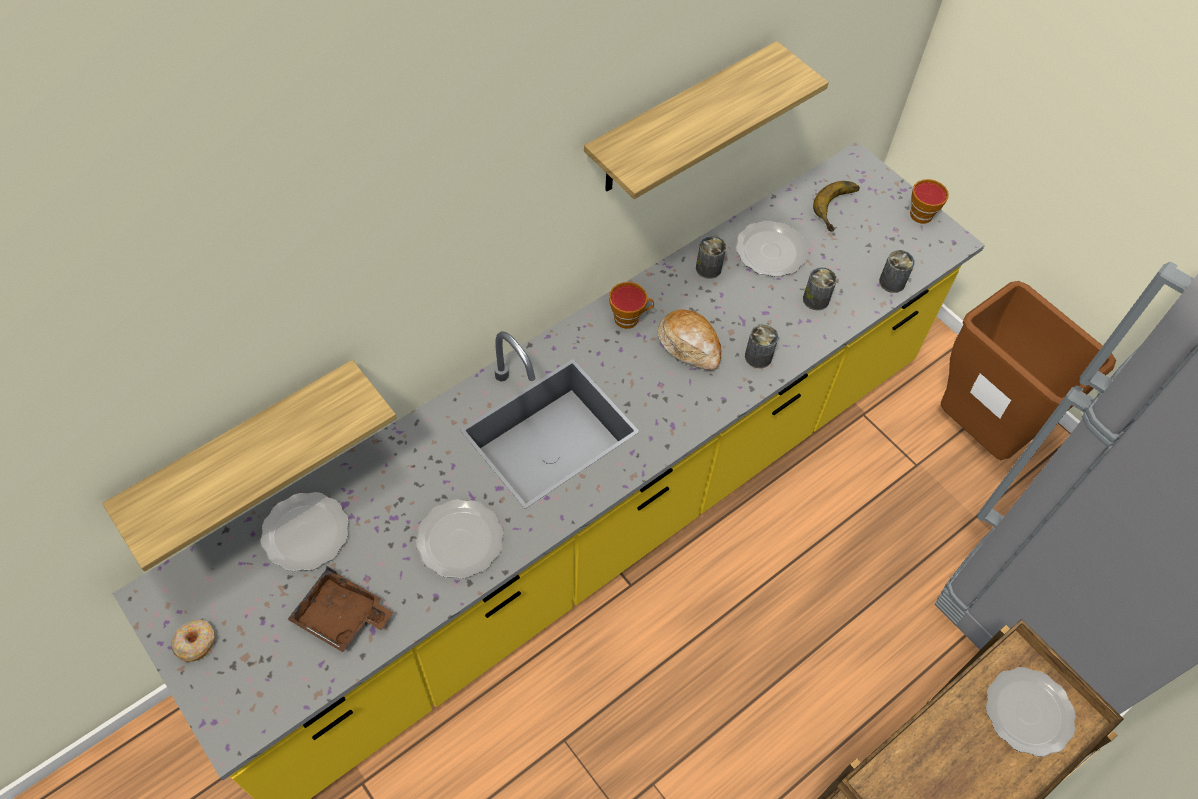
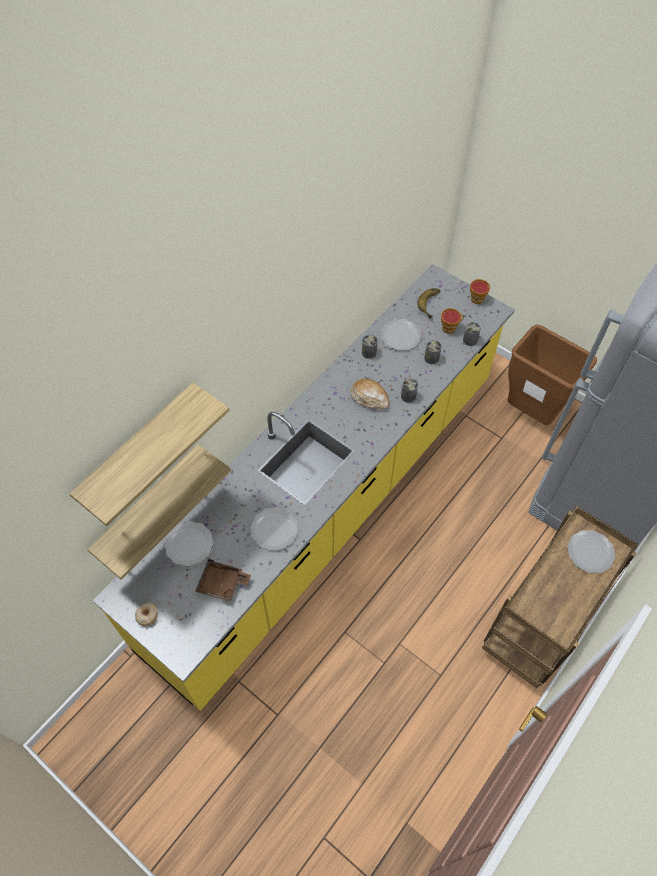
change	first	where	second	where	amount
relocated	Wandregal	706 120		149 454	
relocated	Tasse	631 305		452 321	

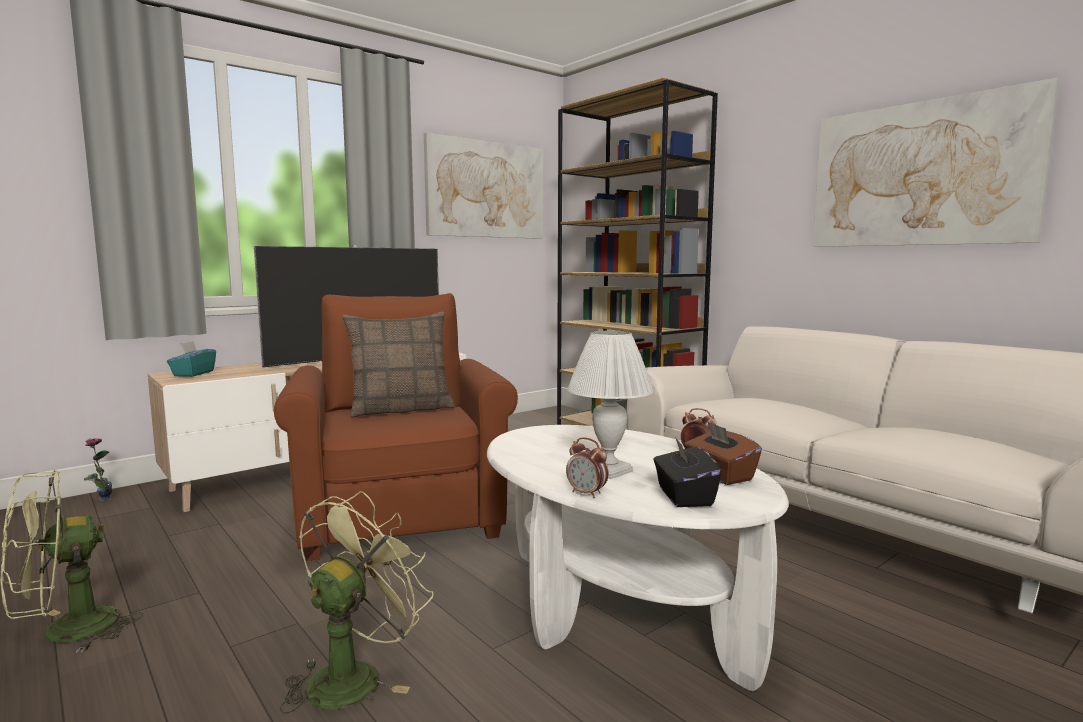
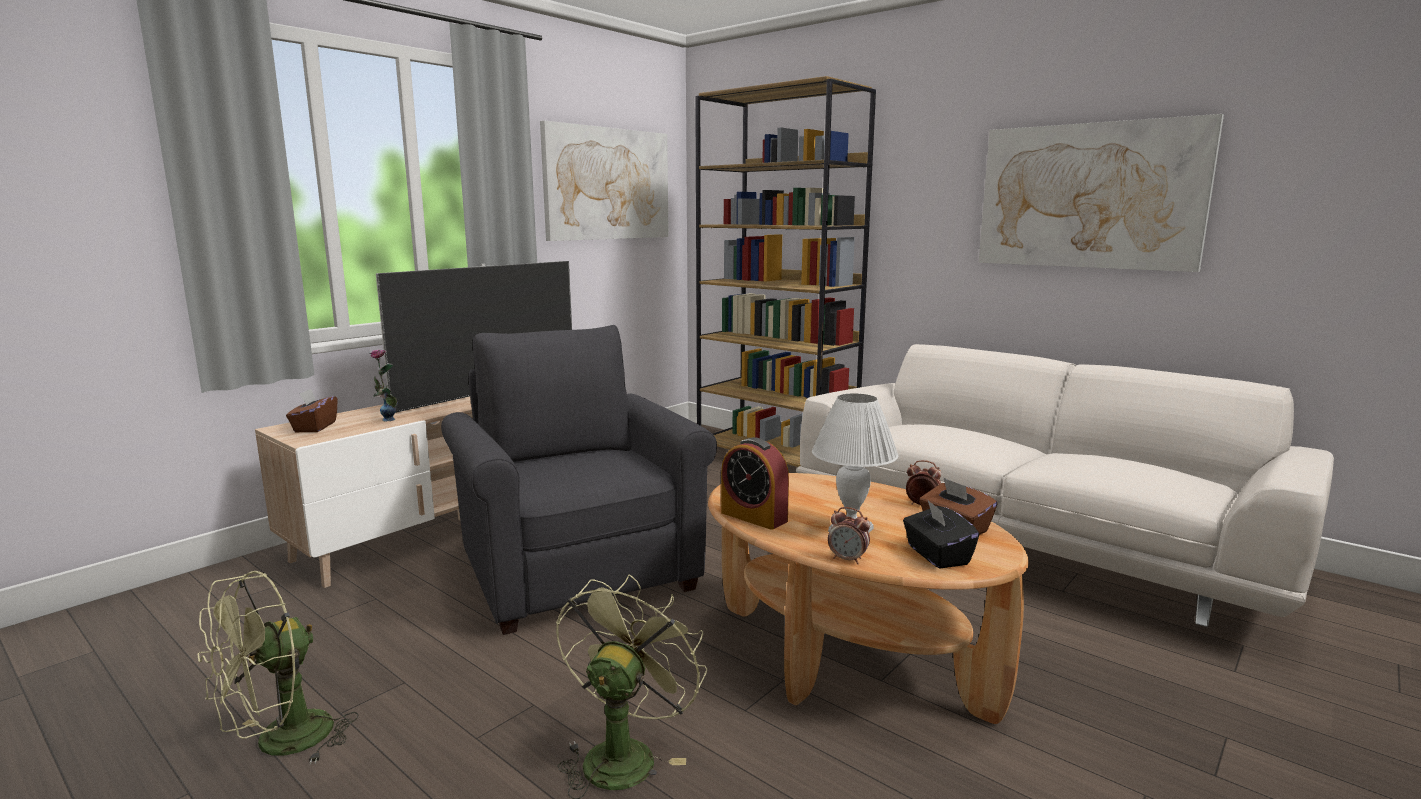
change	first	where	second	where	amount
missing	Kissen	398 365			
appeared			Wecker	755 483	
relocated	Vase	98 469		384 385	
colour	Taschentuchbox/türkis	191 359	Taschentuchbox/braun	312 410	
colour	Sessel/braun	396 427	Sessel/grau	579 480	
colour	Couchtisch/weiß	638 558	Couchtisch/braun	868 598	

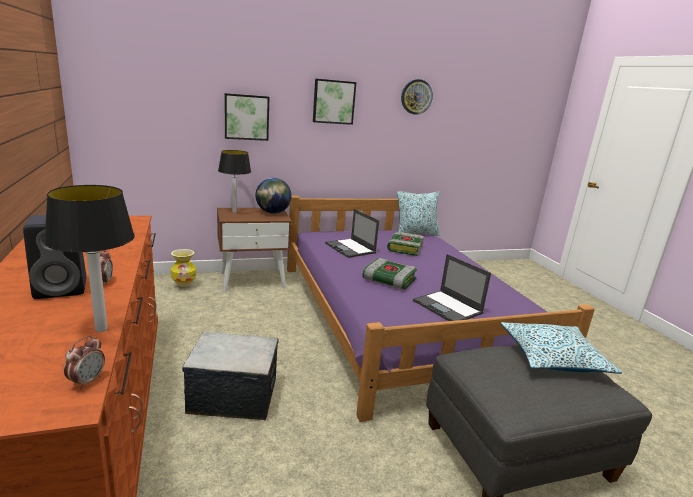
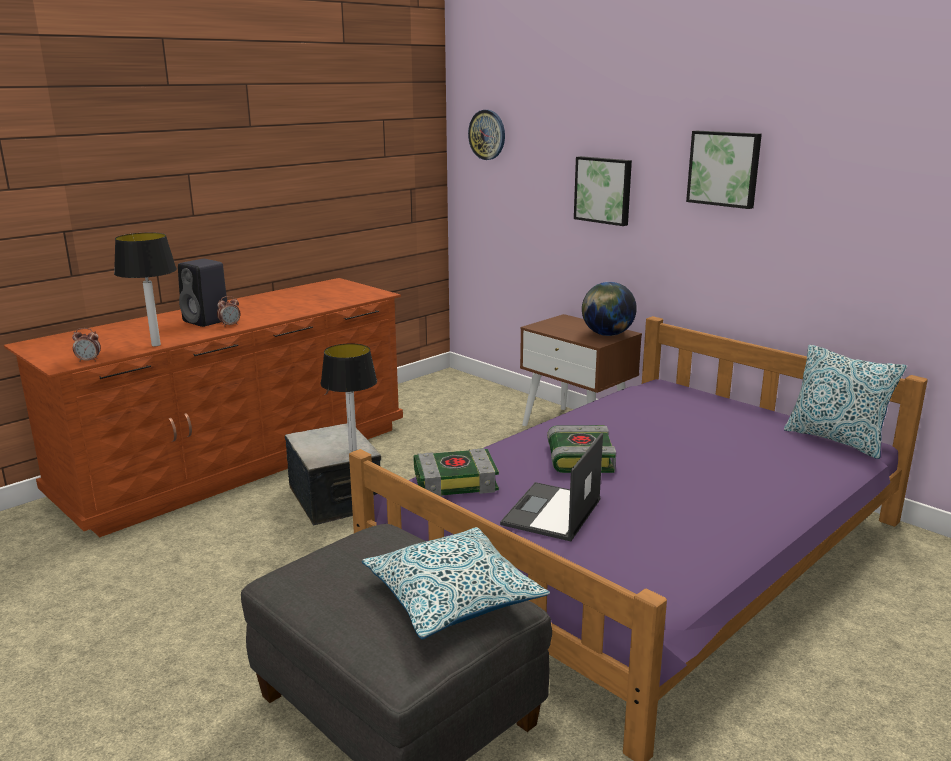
change	first	where	second	where	amount
missing	Vase	183 269			
missing	Laptop	352 233			
relocated	Tischlampe	234 181		349 397	
relocated	Buch	405 244		456 472	
relocated	Wanduhr	417 97		486 135	

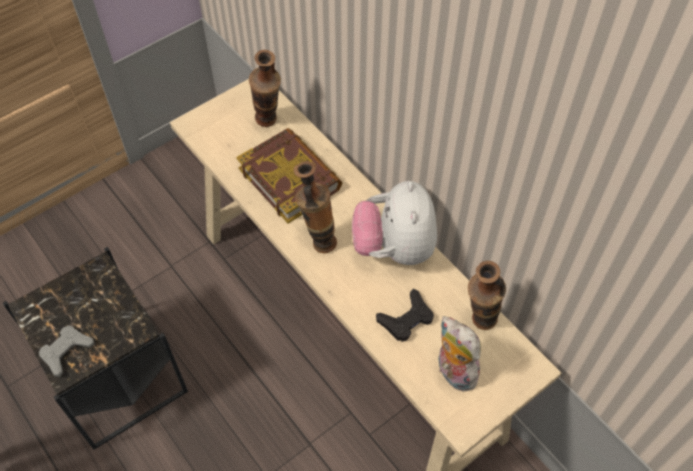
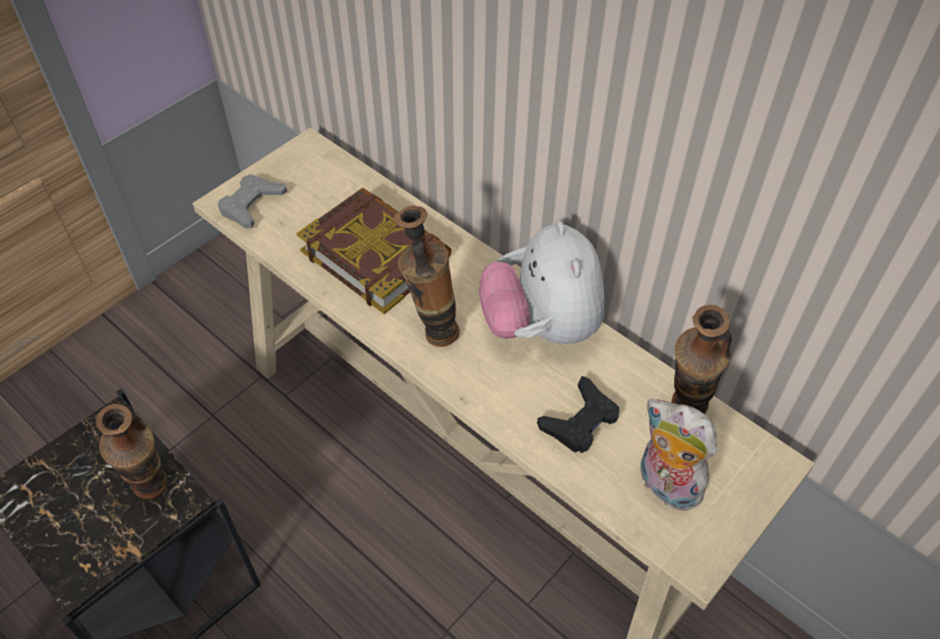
change	first	where	second	where	amount
relocated	Gamepad/grau	66 351		252 201	
relocated	Vase	265 88		131 451	

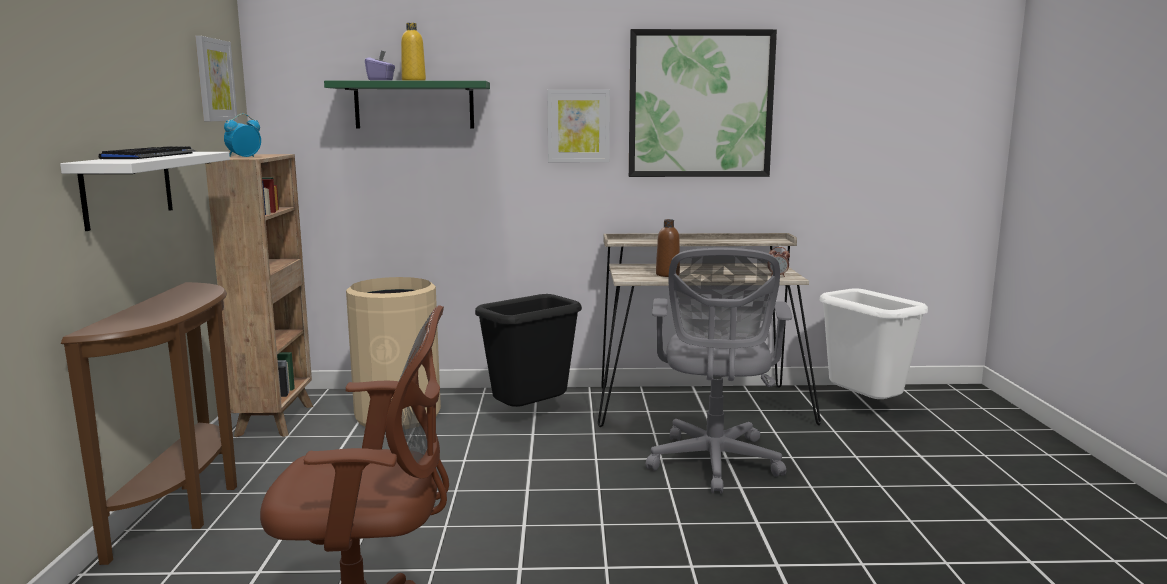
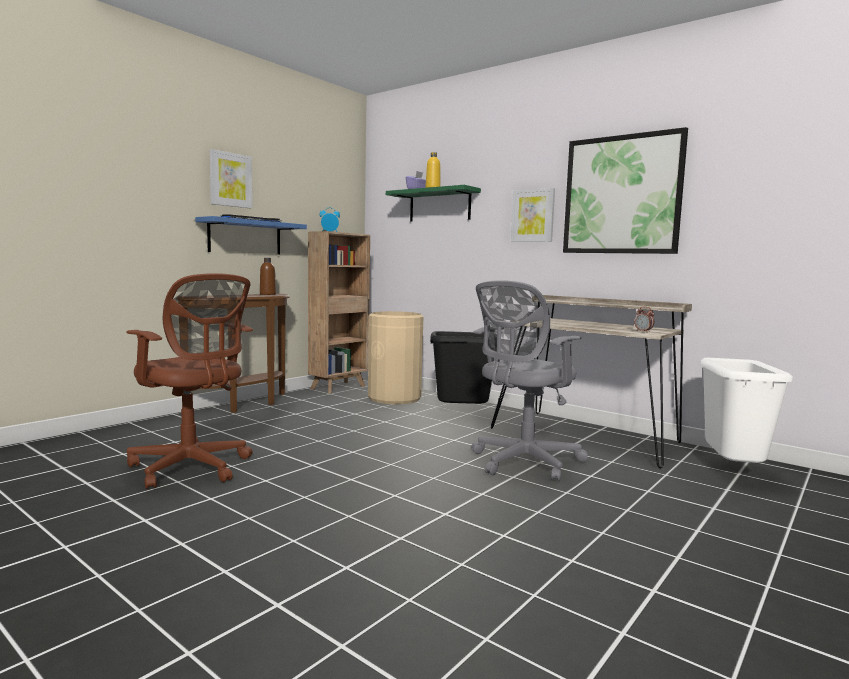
change	first	where	second	where	amount
relocated	Bild	216 78		230 178	
relocated	Flasche/braun	668 248		268 276	
colour	Wandregal/weiß	145 191	Wandregal/blau	251 235	

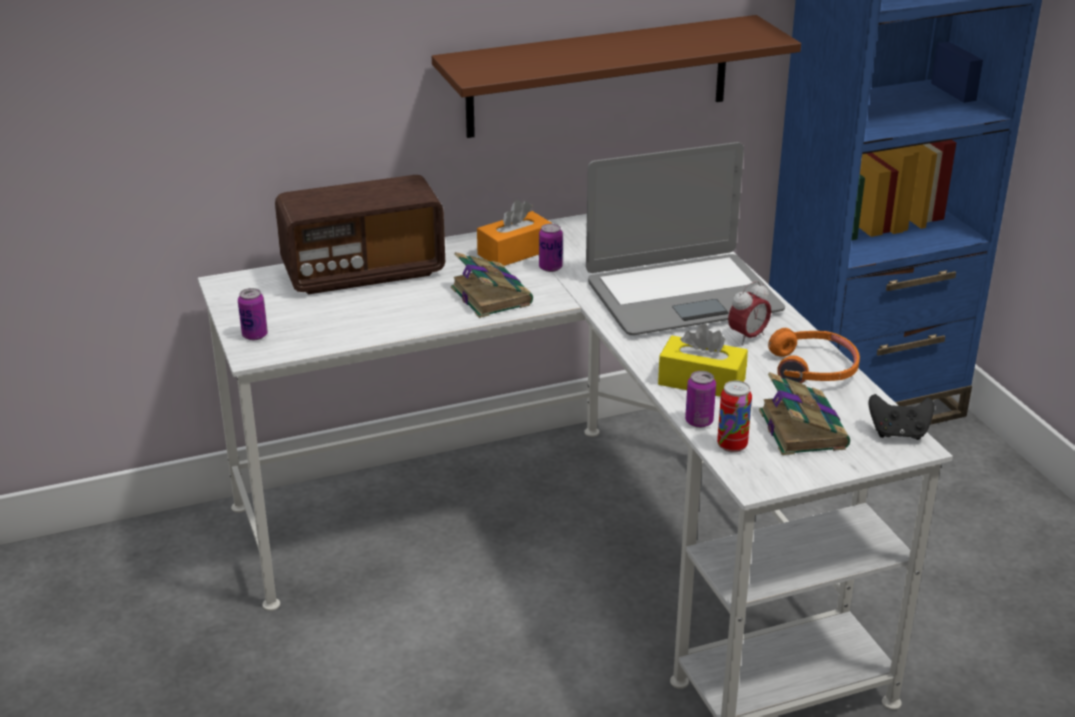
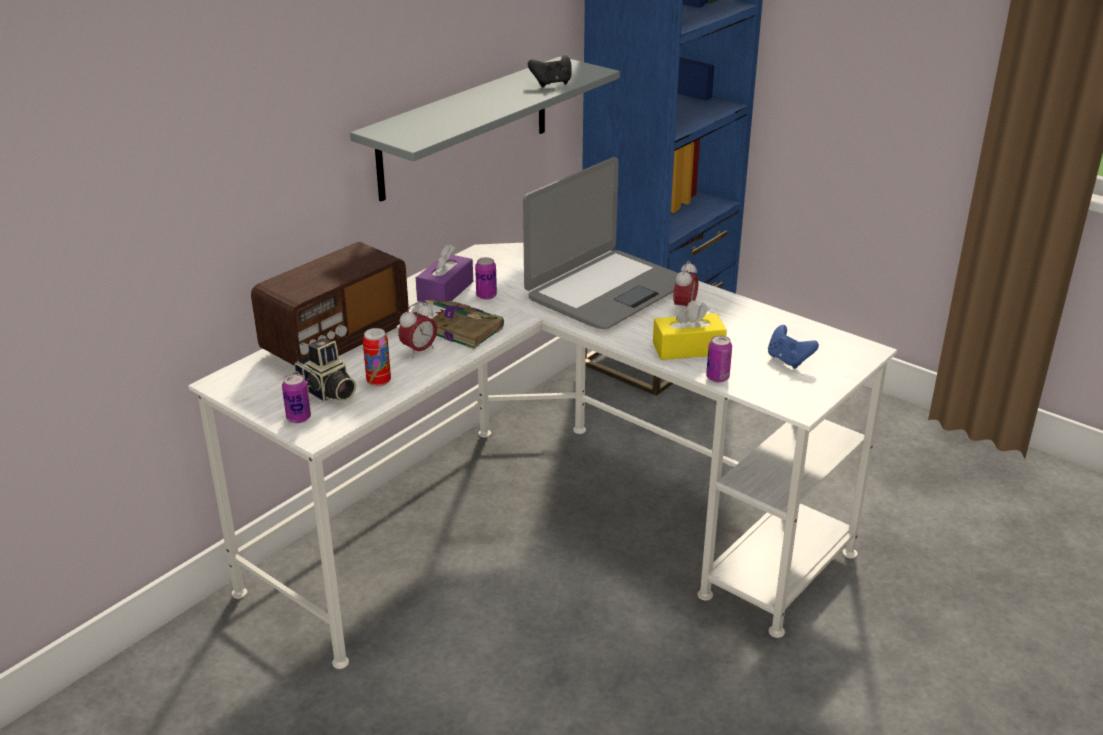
change	first	where	second	where	amount
missing	Kopfhörer/orange	814 356			
appeared			Kamera	325 370	
appeared			Wecker	417 330	
relocated	Dose	734 417		377 357	
relocated	Gamepad/schwarz	901 417		550 71	
exchanged	Buch	804 413	Gamepad/blau	793 347	
colour	Wandregal/braun	616 76	Wandregal/grau	485 129	
colour	Taschentuchbox/orange	515 233	Taschentuchbox/lila	444 274	

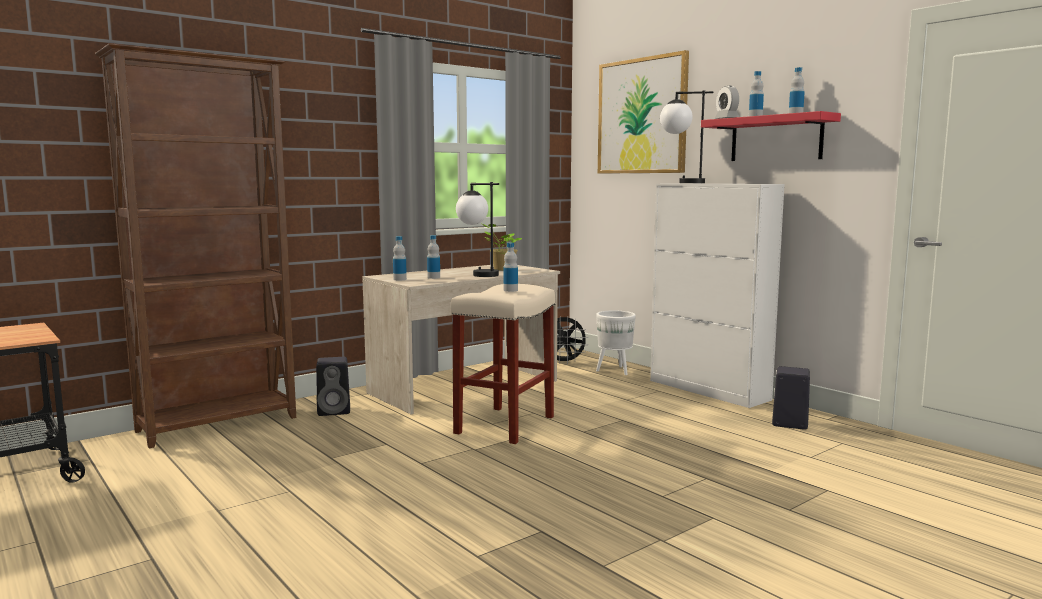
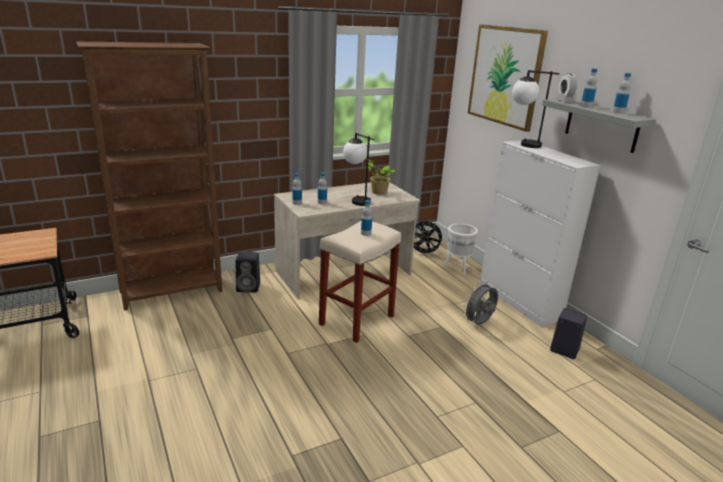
change	first	where	second	where	amount
appeared			Ventilator/grau	480 303	
colour	Wandregal/rot	771 136	Wandregal/grau	599 126	

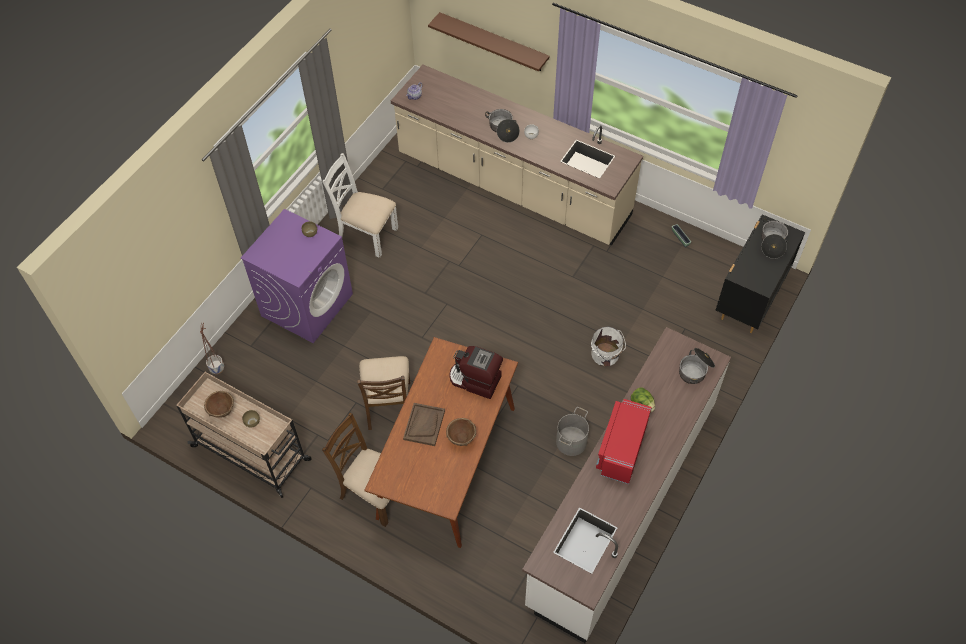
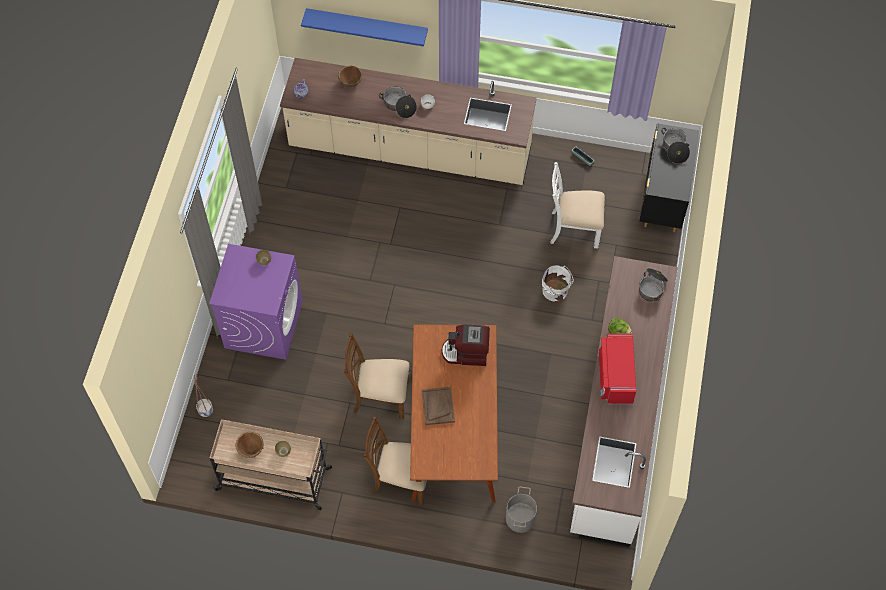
change	first	where	second	where	amount
relocated	Stuhl/weiß	360 205		577 205	
relocated	Schüssel/braun	461 432		350 77	
relocated	Eimer/grau	572 431		521 510	
colour	Wandregal/braun	489 41	Wandregal/blau	364 27	
spun	Stuhl/braun	383 393		376 376	120 degrees clockwise

